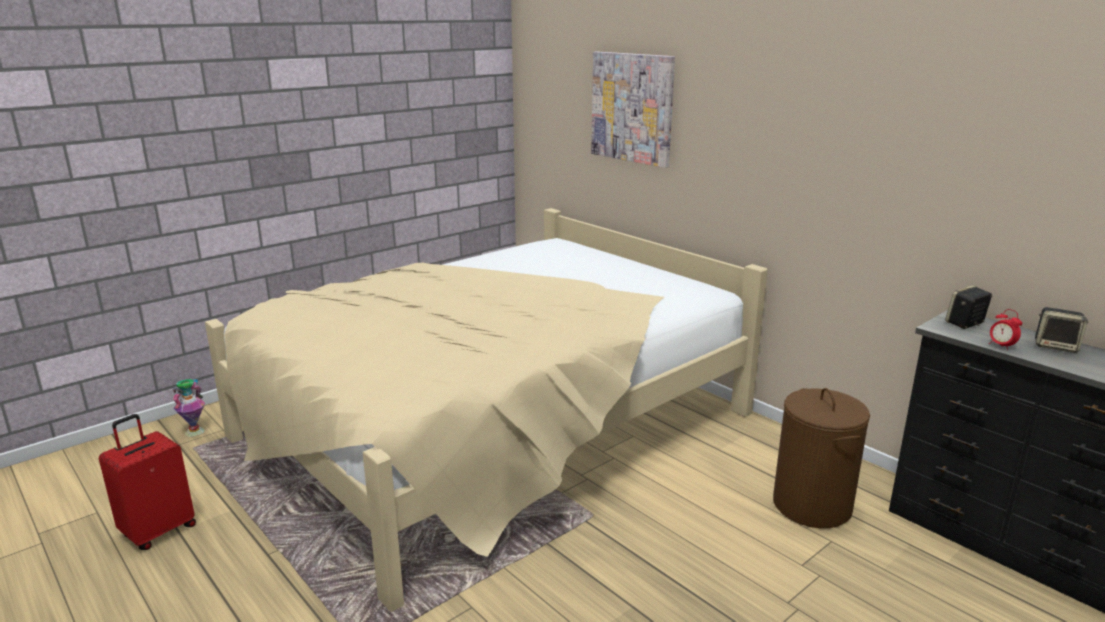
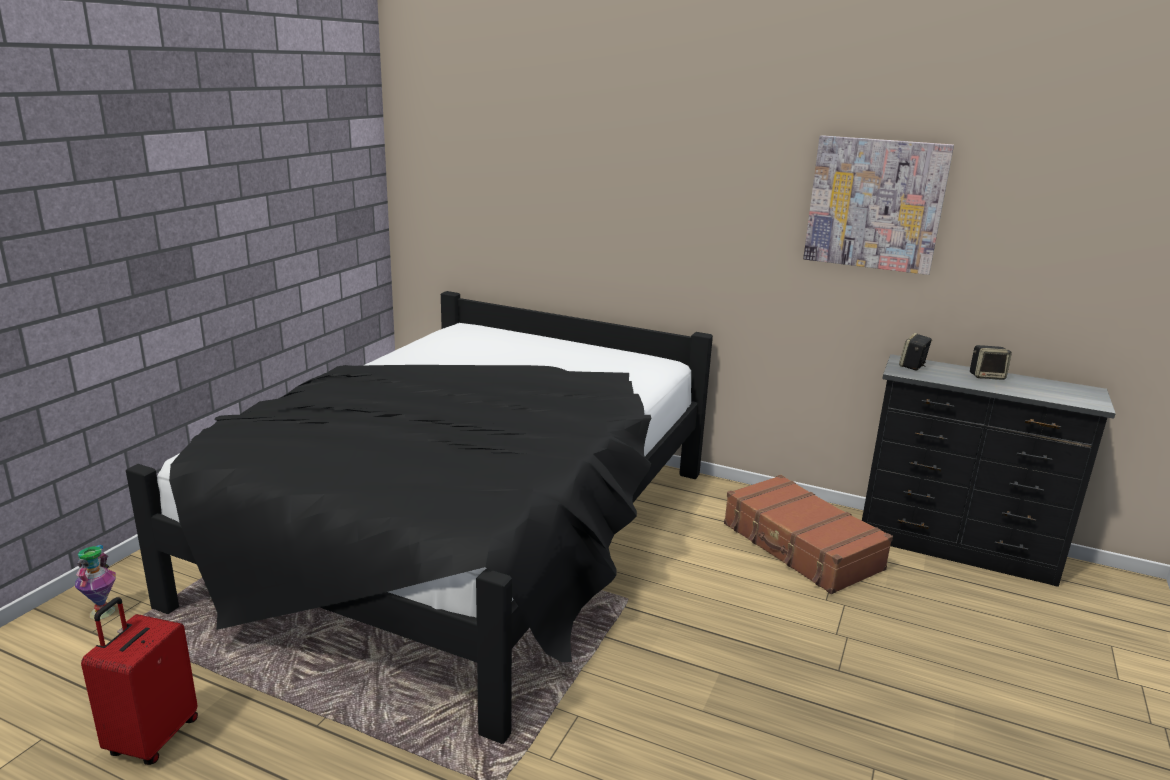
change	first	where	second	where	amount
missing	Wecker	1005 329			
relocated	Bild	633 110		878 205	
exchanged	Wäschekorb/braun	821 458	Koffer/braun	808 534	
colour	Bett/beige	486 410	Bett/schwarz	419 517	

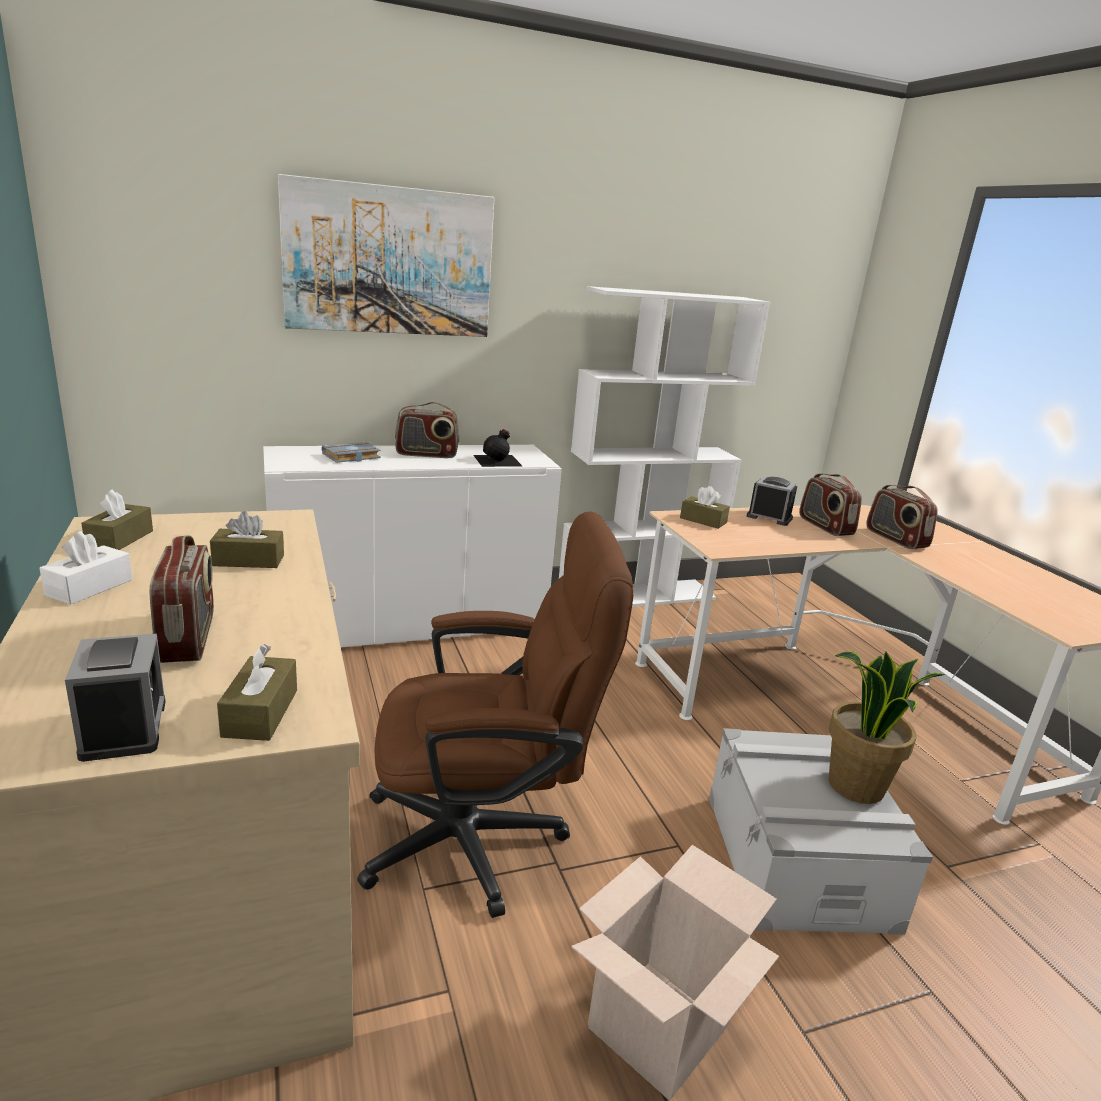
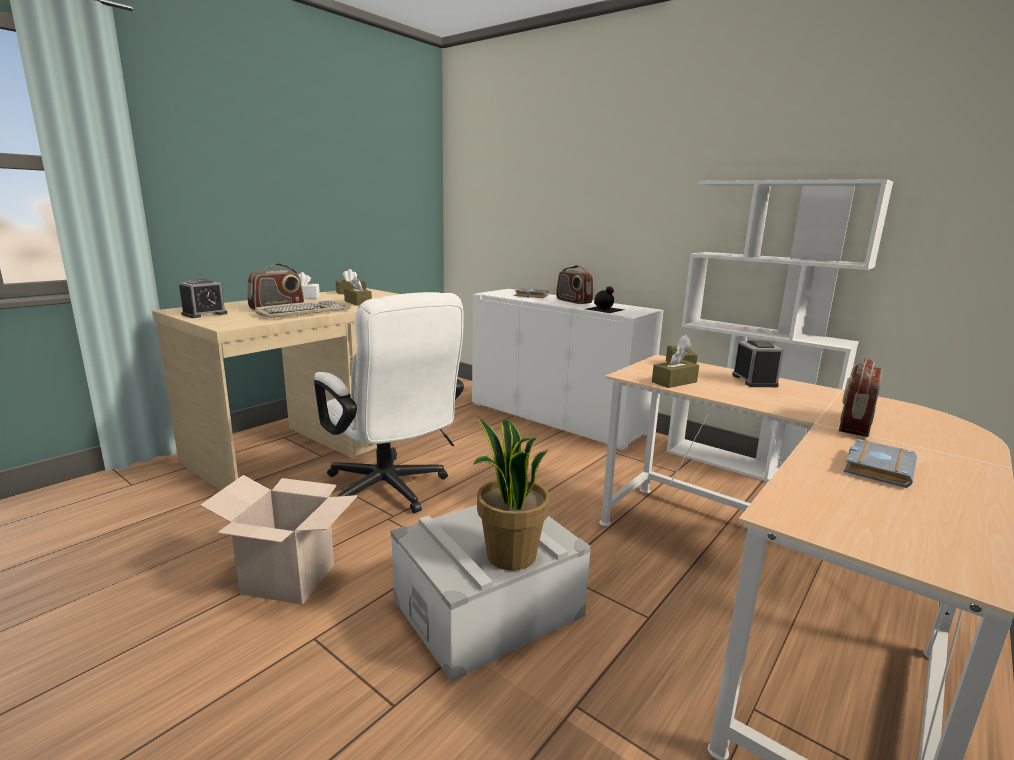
change	first	where	second	where	amount
missing	Bild	386 255			
missing	Radio	830 504			
appeared			Tastatur	303 309	
appeared			Buch/grau	880 463	
relocated	Taschentuchbox/braun	257 692		675 368	
colour	Bürostuhl/braun	495 715	Bürostuhl/weiß	389 402	

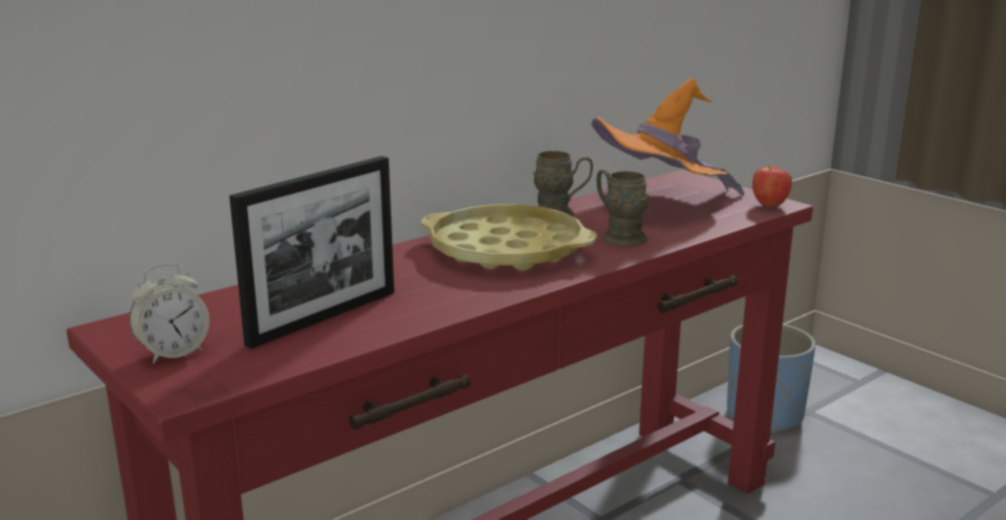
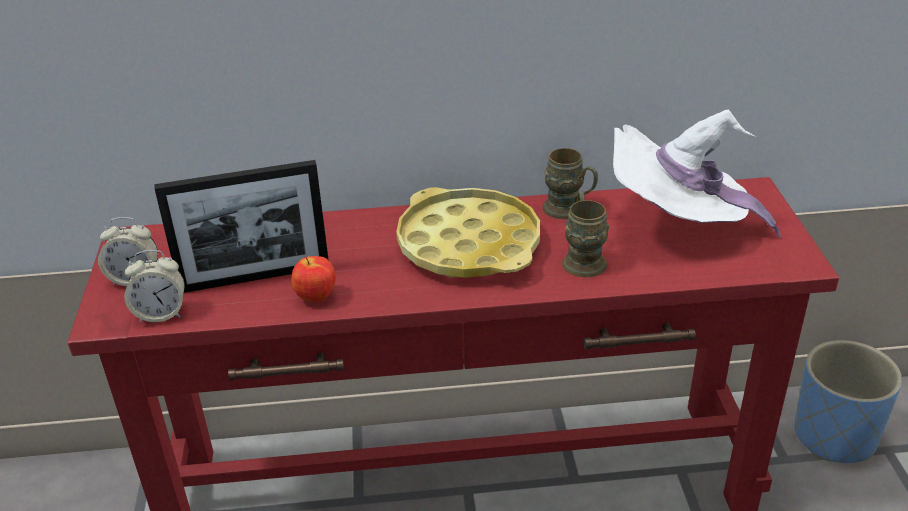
change	first	where	second	where	amount
appeared			Wecker	154 286	
relocated	Apfel	772 186		313 279	
colour	Hut/orange	667 137	Hut/weiß	697 174	

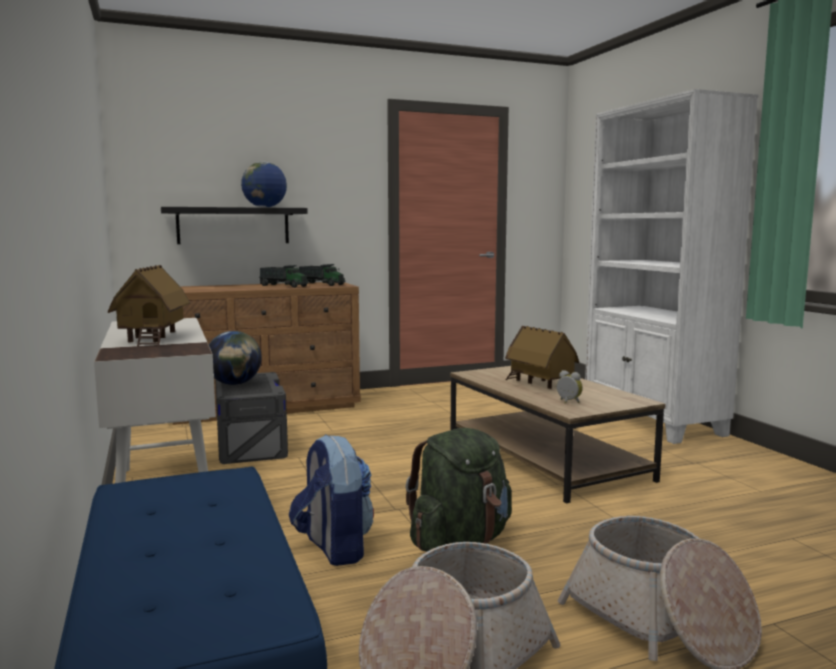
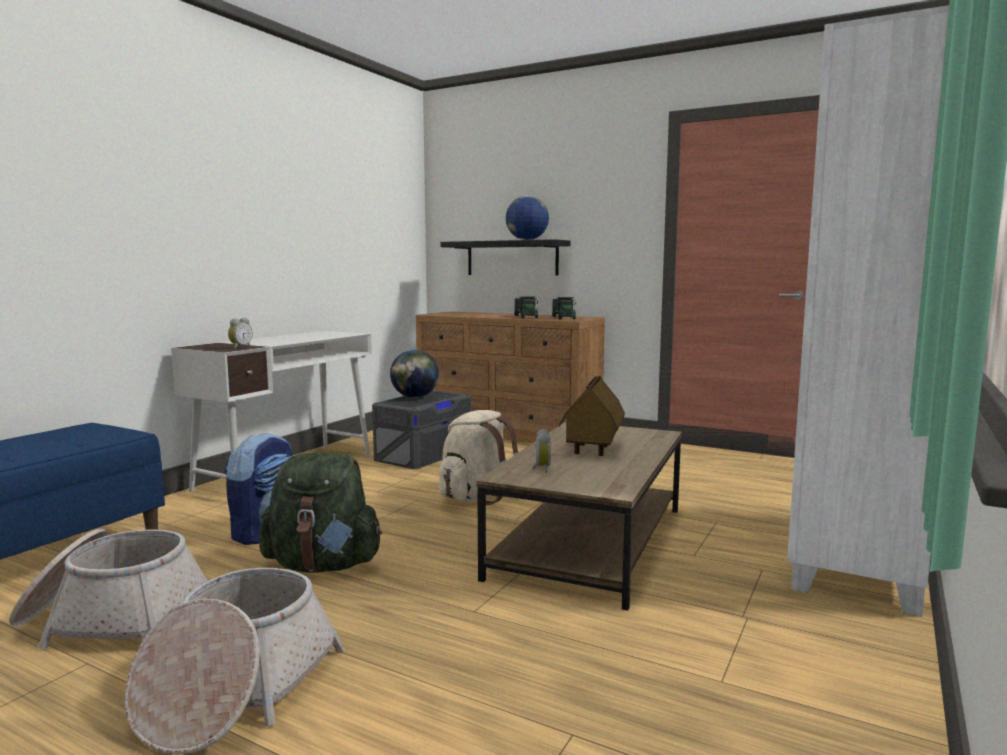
change	first	where	second	where	amount
missing	Spielzeughaus	149 306			
appeared			Wecker	240 333	
appeared			Rucksack/beige	479 457	

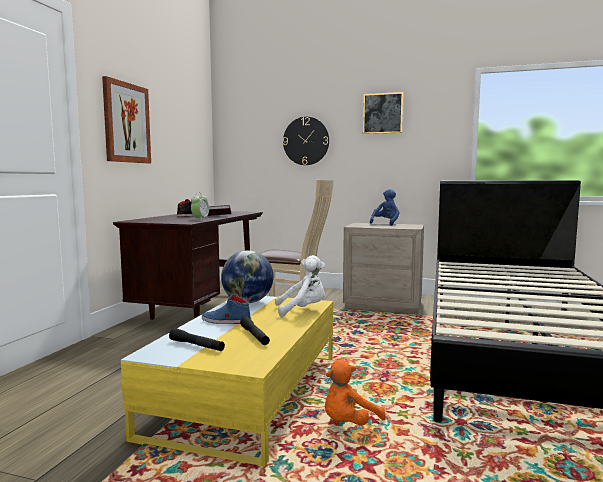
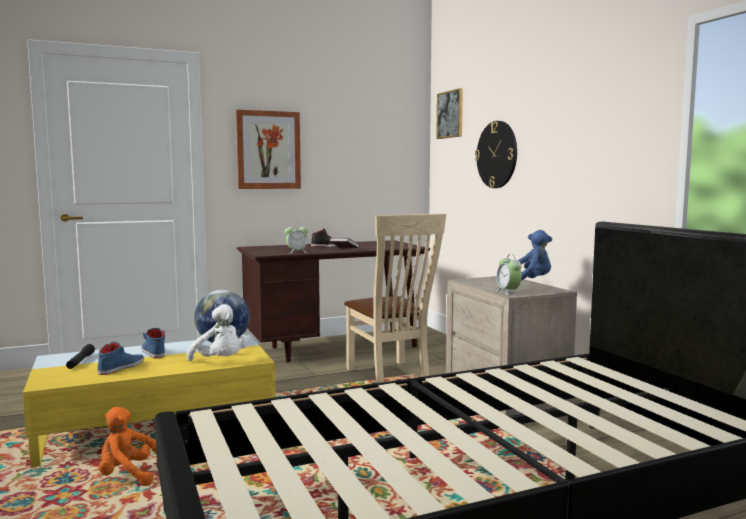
change	first	where	second	where	amount
appeared			Wecker	509 274	
relocated	Bild	383 113		449 113	
exchanged	Taschenlampe/schwarz	255 331	Schuh/blau	120 358	

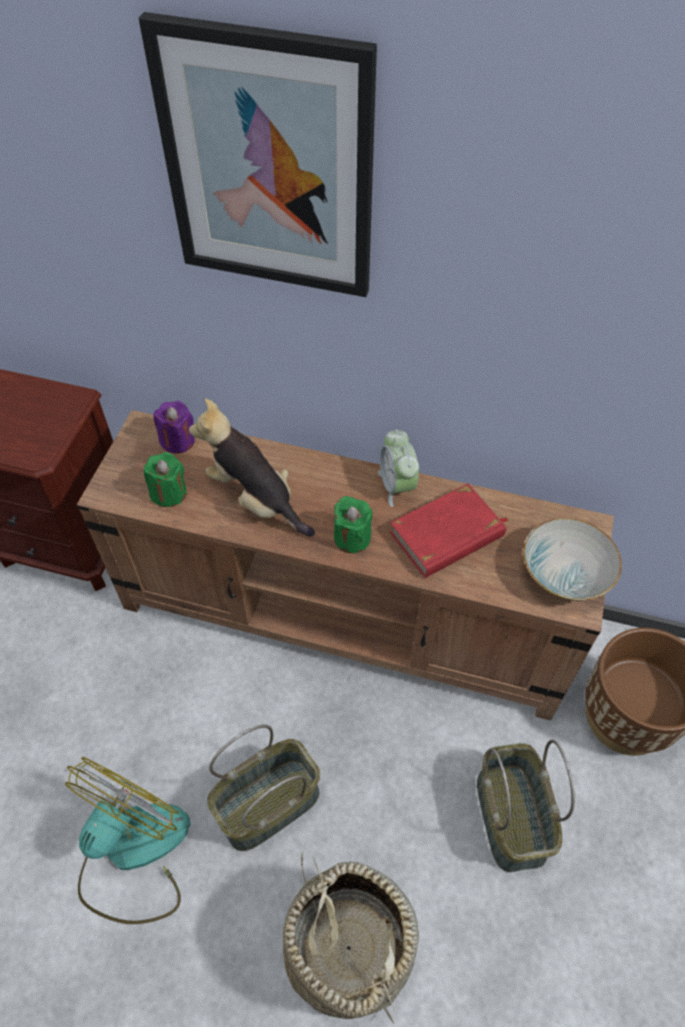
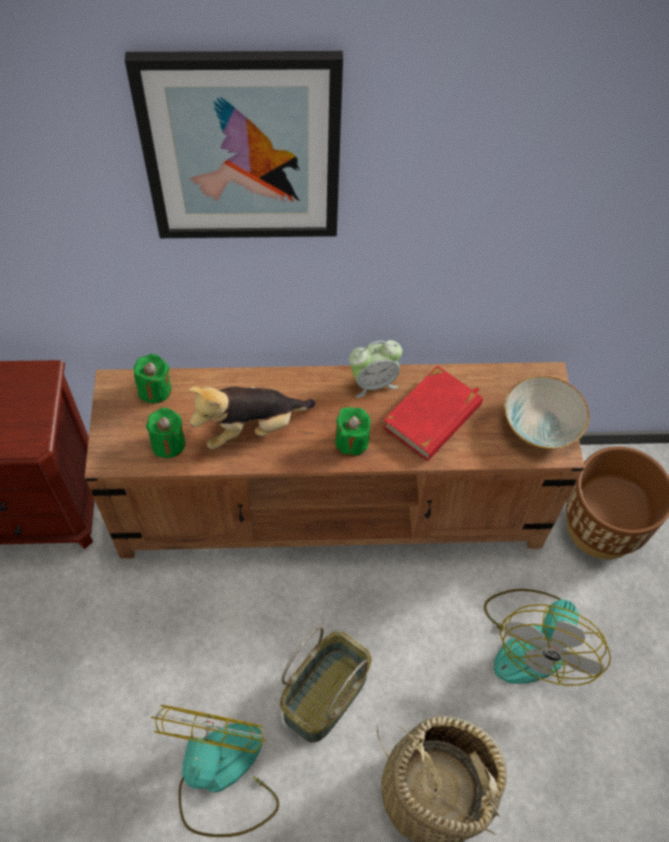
change	first	where	second	where	amount
exchanged	Korb	526 806	Ventilator	547 637	
colour	Kerze/lila	174 427	Kerze/grün	152 379	
spun	Plüschtier	252 467		252 417	45 degrees counterclockwise
spun	Wecker	398 468		375 369	75 degrees counterclockwise

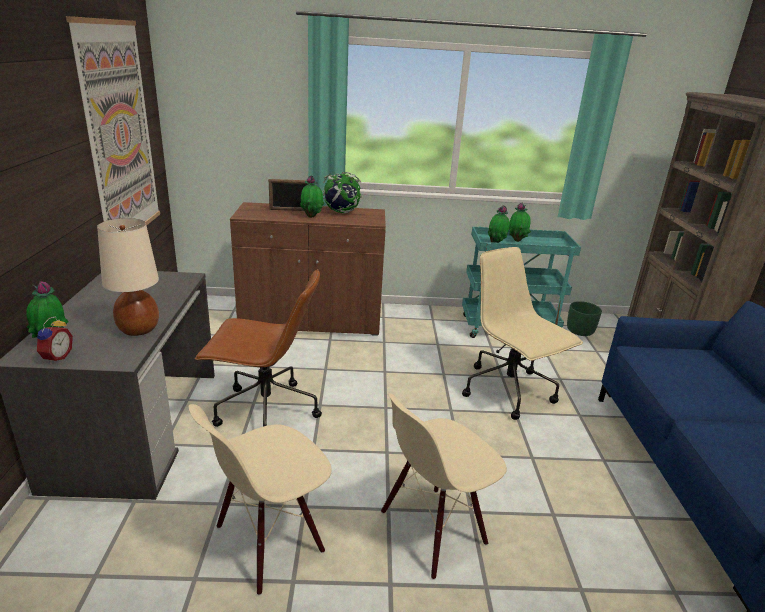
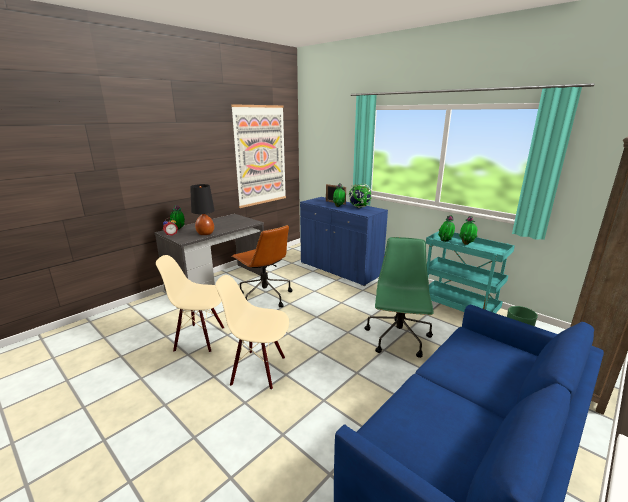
change	first	where	second	where	amount
colour	Tischlampe/beige	128 277	Tischlampe/schwarz	202 209	
colour	Schrank/braun	308 269	Schrank/blau	344 241	
colour	Bürostuhl/beige	522 333	Bürostuhl/grün	398 297	

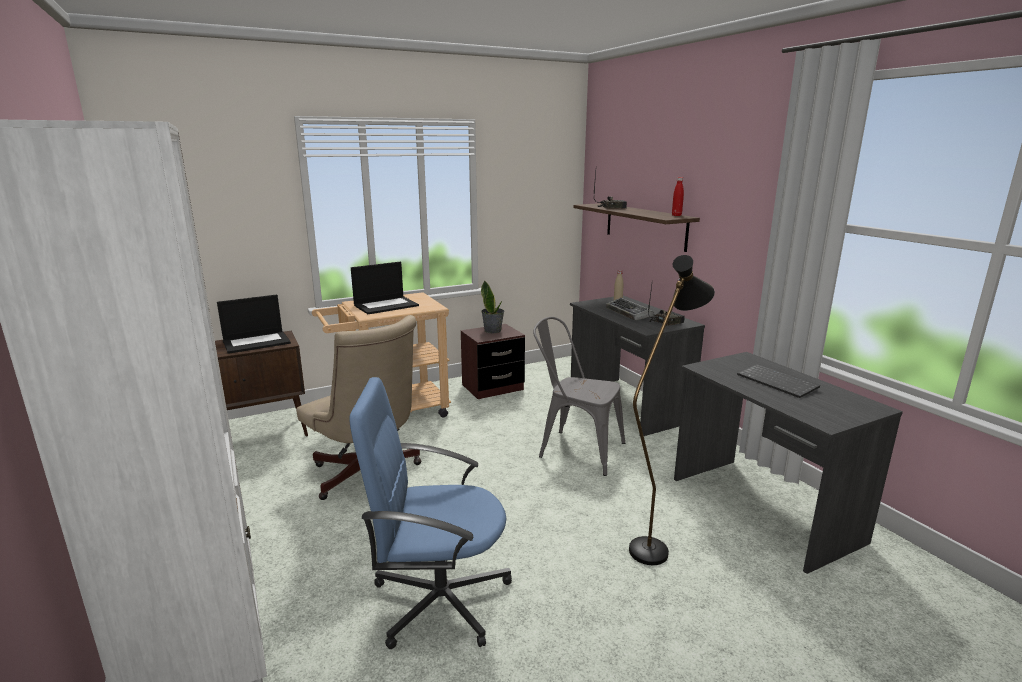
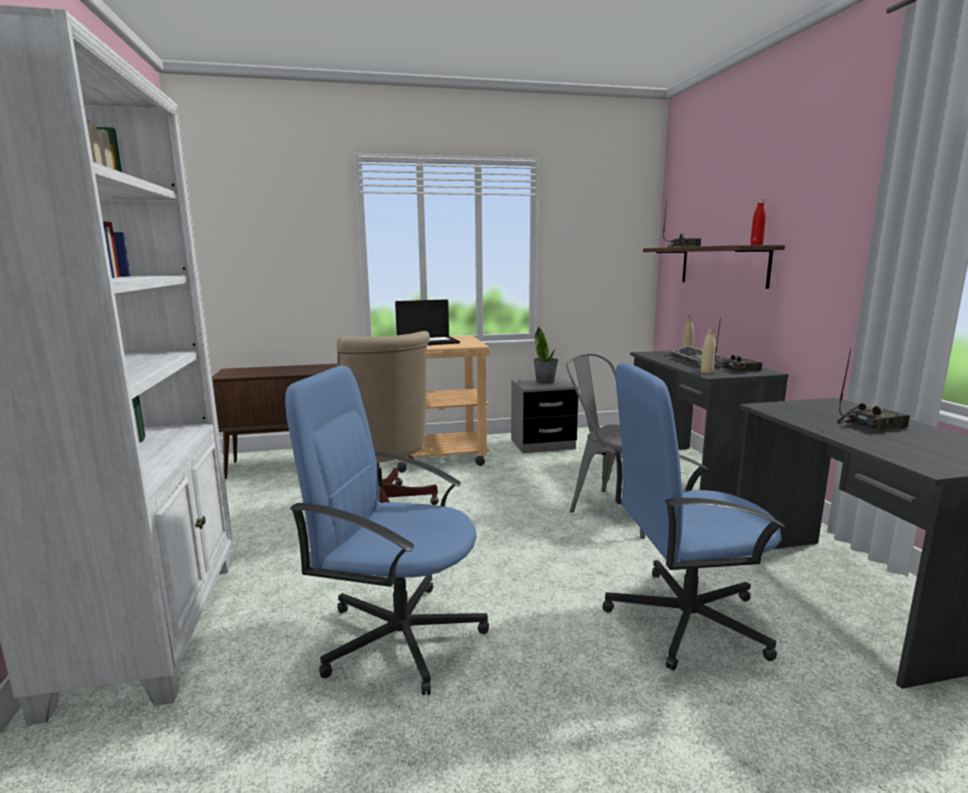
change	first	where	second	where	amount
missing	Laptop	254 324			
appeared			Flasche/beige	708 351	
exchanged	Stehlampe/schwarz	672 410	Bürostuhl/blau	693 516	
exchanged	Tastatur	778 381	Radio	873 390	
colour	Nachttisch/braun	493 361	Nachttisch/grau	545 415	

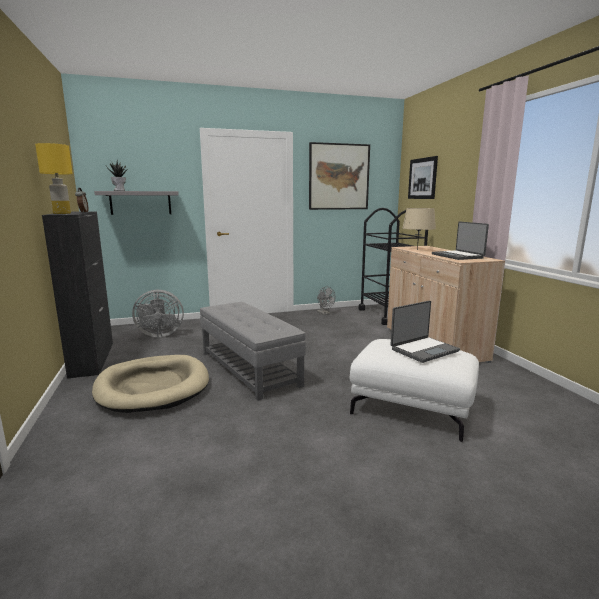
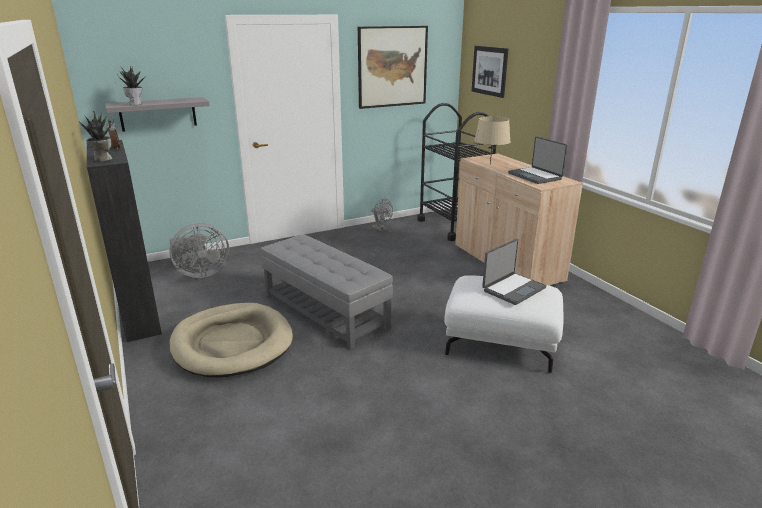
change	first	where	second	where	amount
exchanged	Tischlampe/gelb	54 178	Topfpflanze	96 136	

